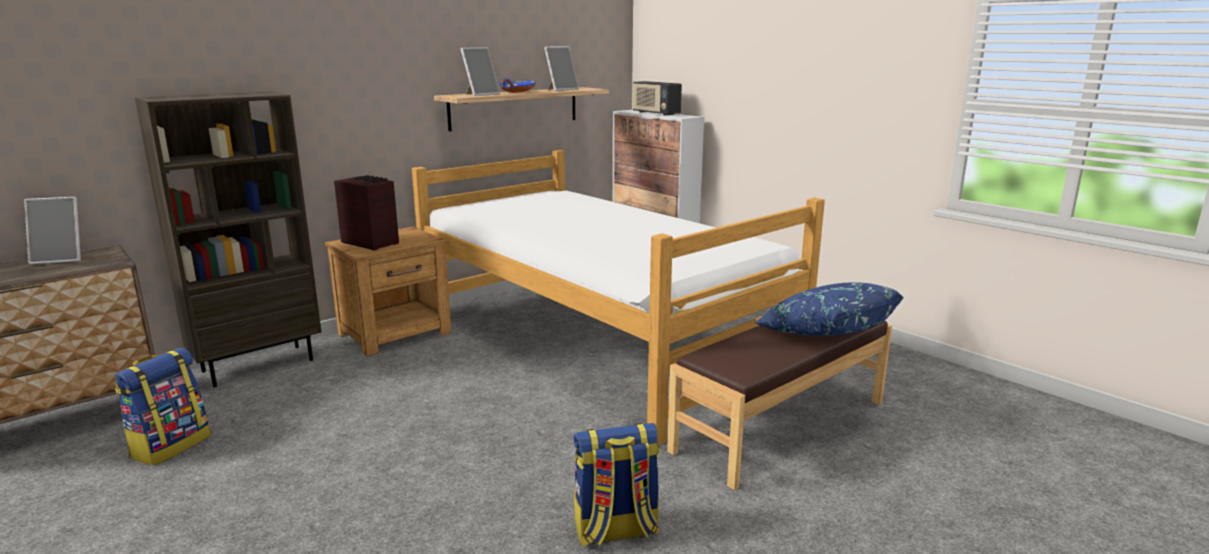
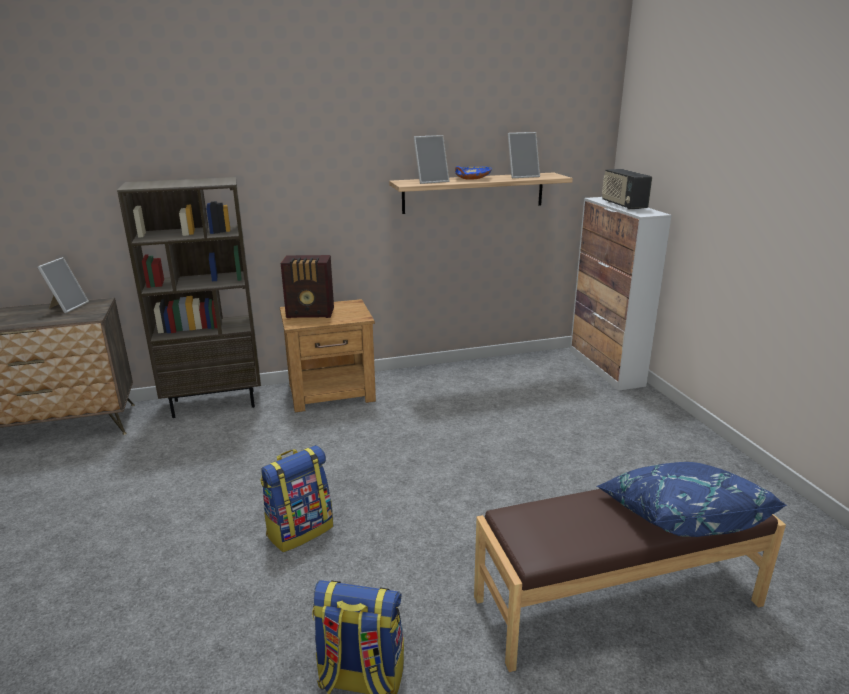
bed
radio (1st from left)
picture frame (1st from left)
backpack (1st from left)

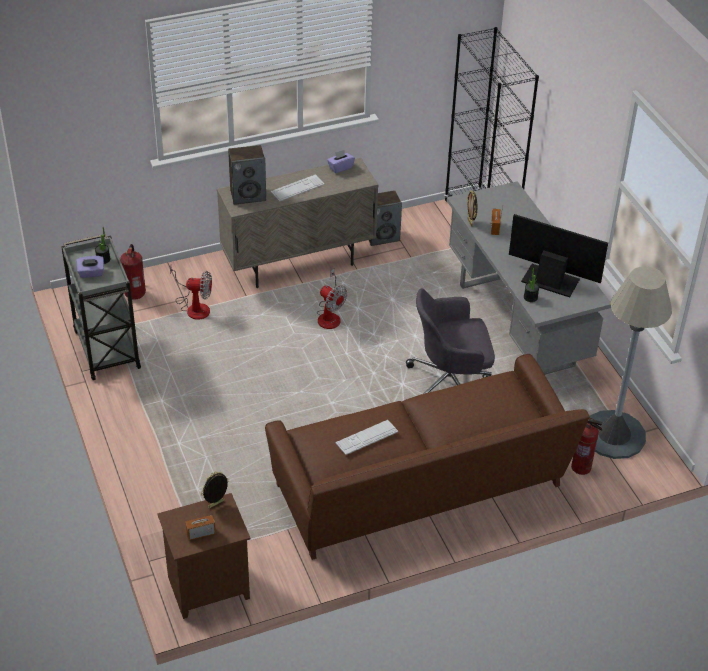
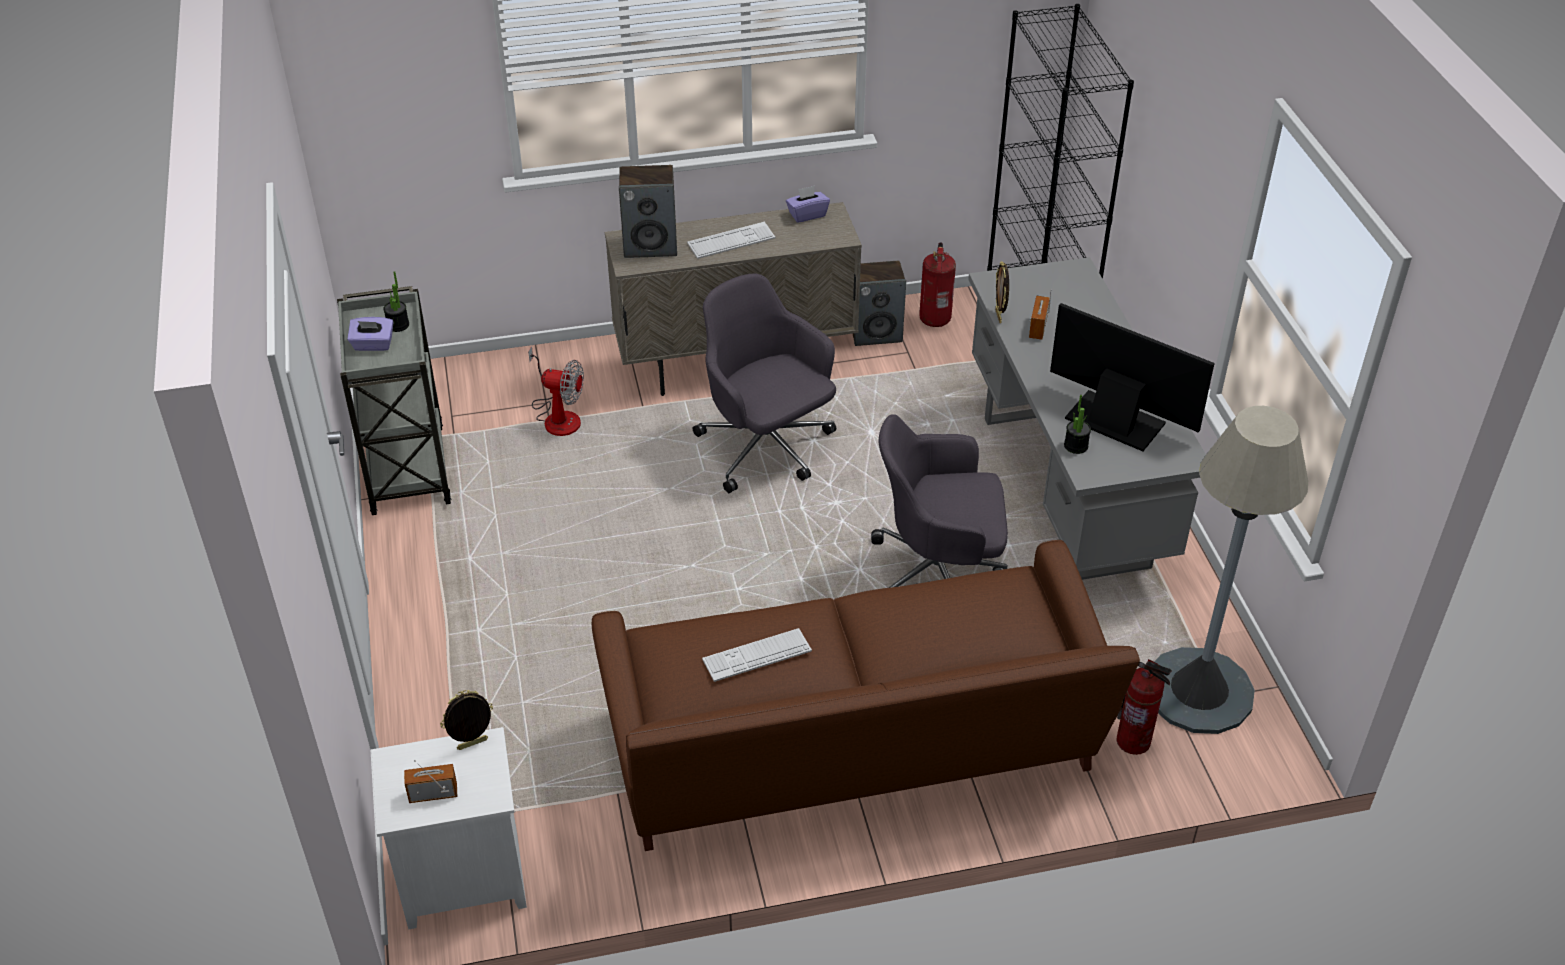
fire extinguisher (1st from left)
grey office chair (1st from left)
white nightstand

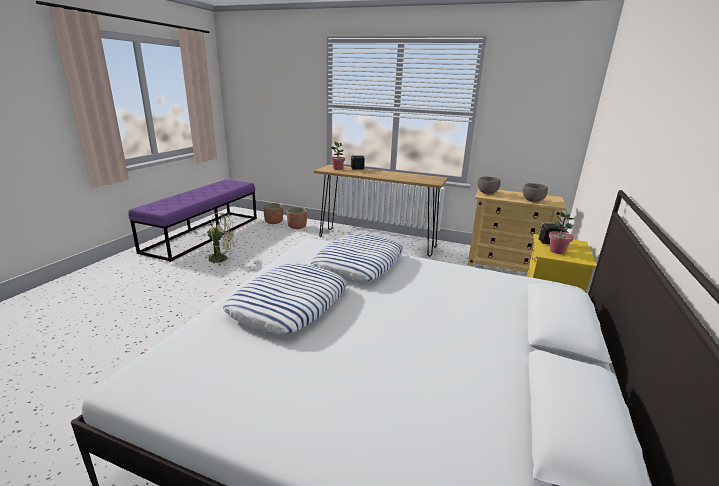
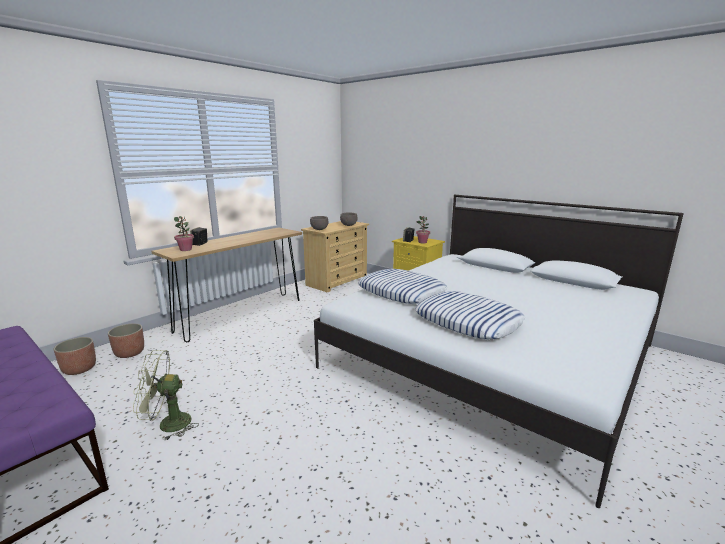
green fan

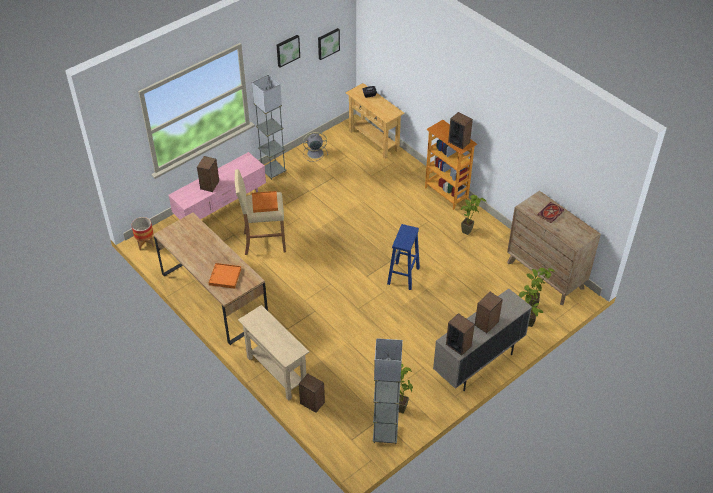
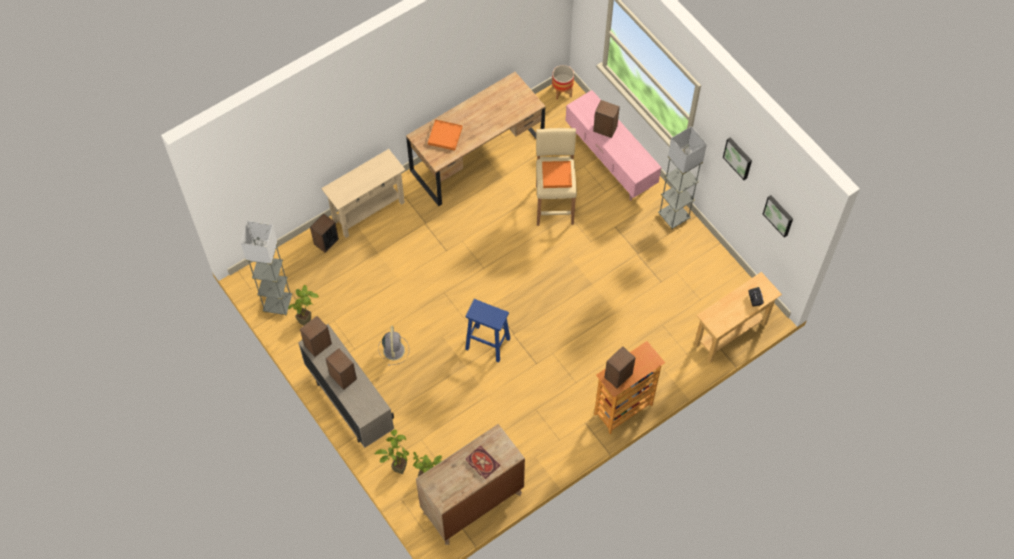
grey fan
potted plant (2nd from left in the first image)

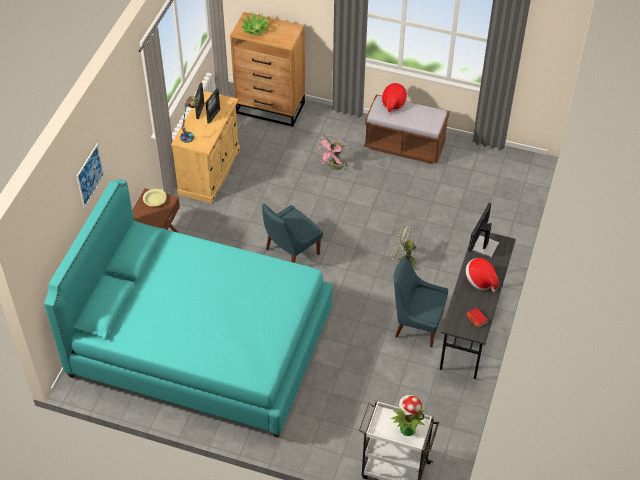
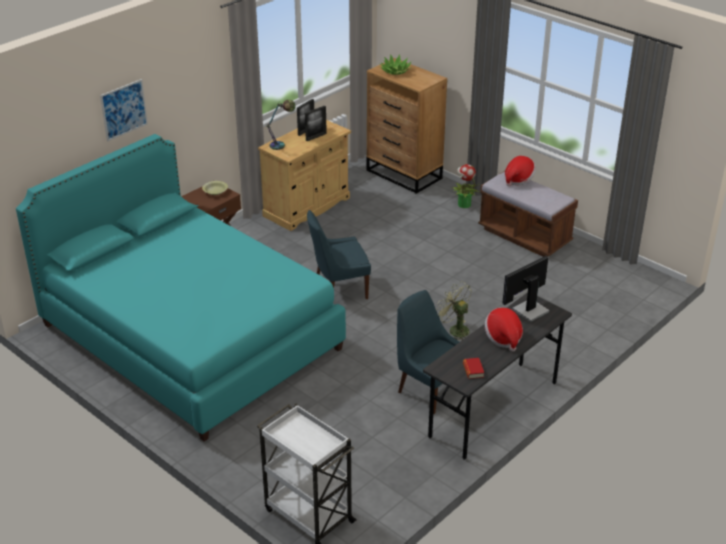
pink fan
potted plant (2nd from left)

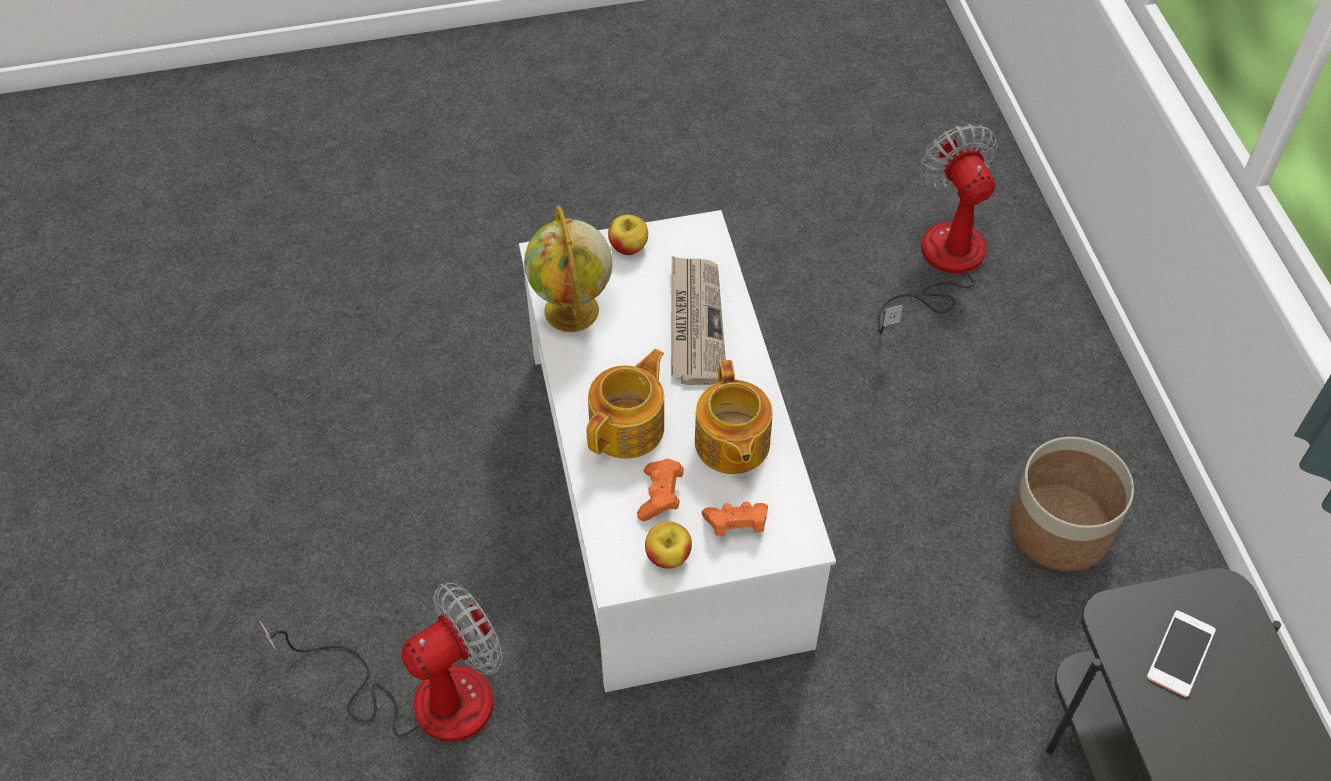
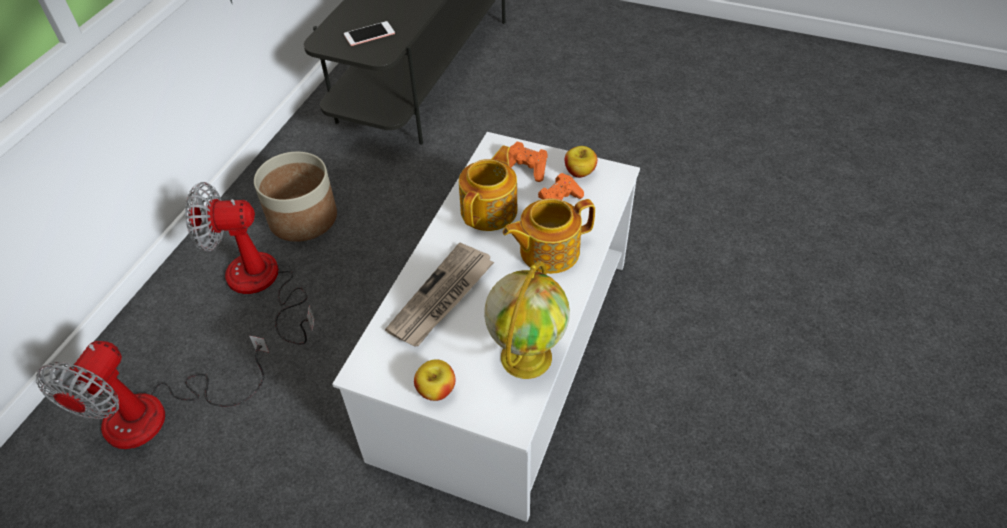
fan (2nd from left)

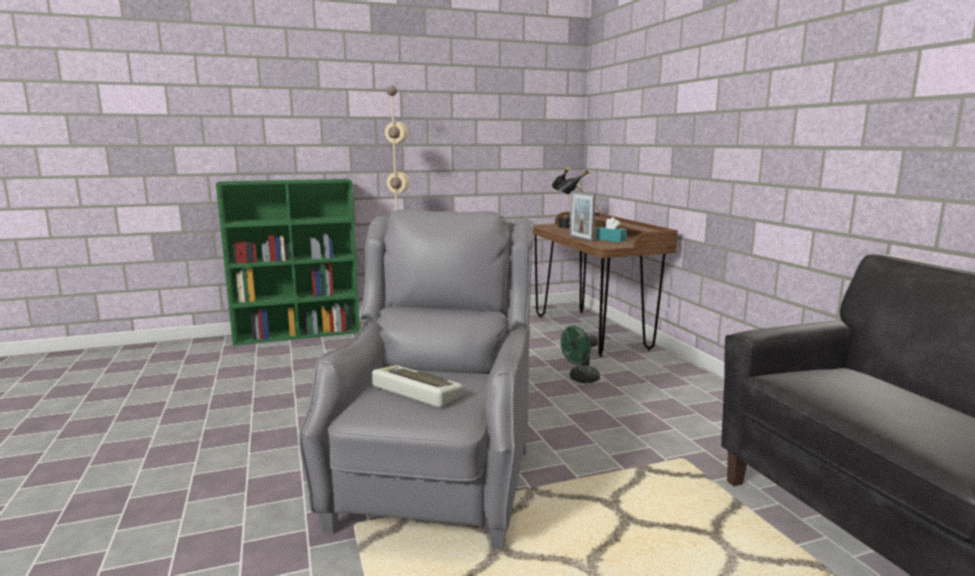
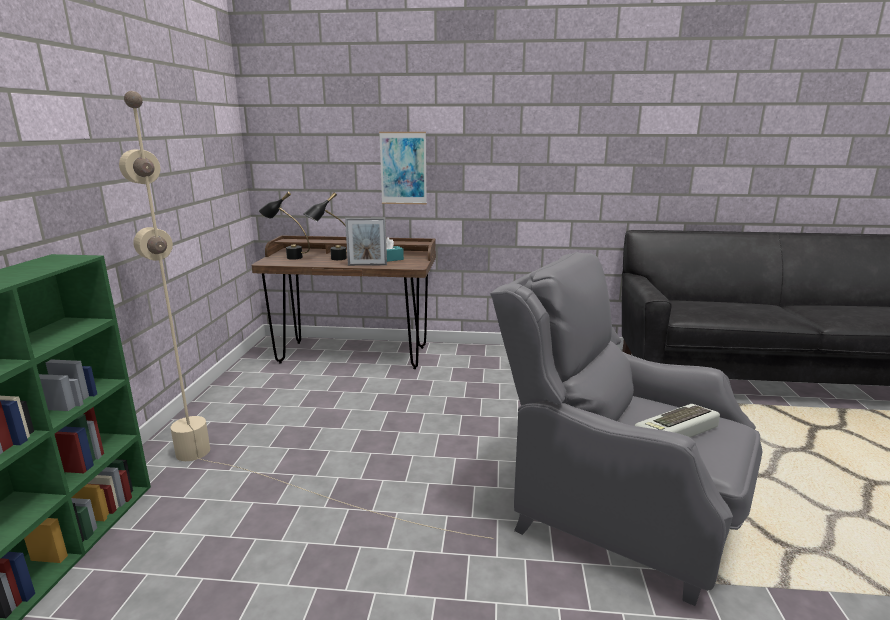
green fan
picture

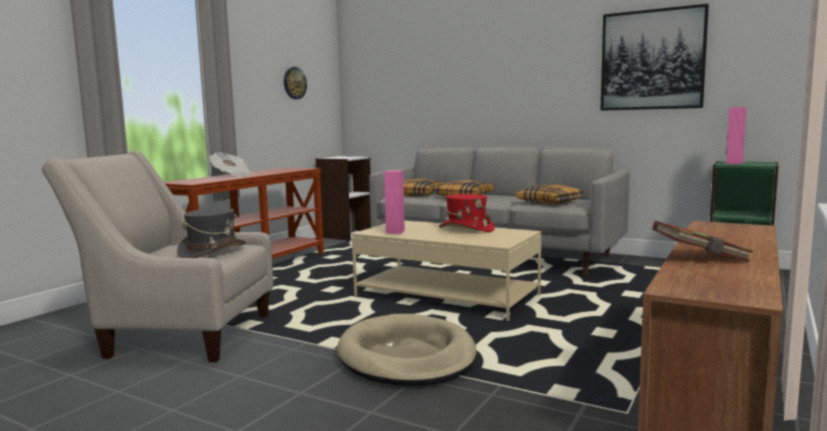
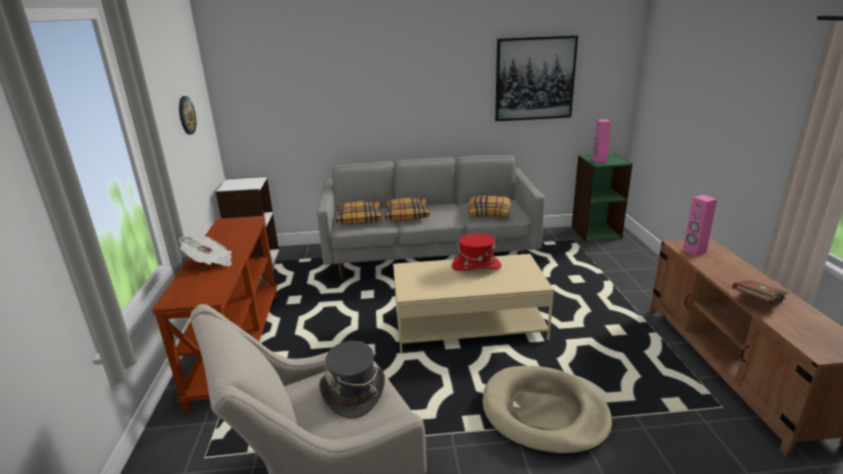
pink speaker (2nd from left)

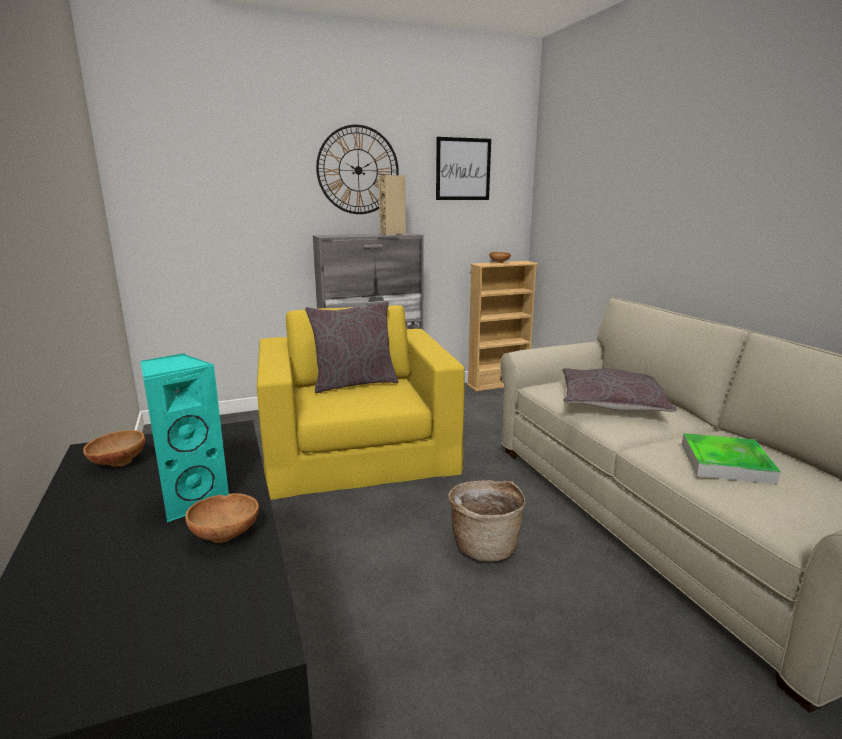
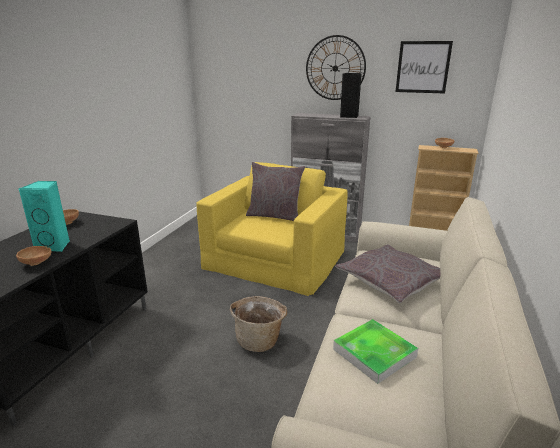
black speaker

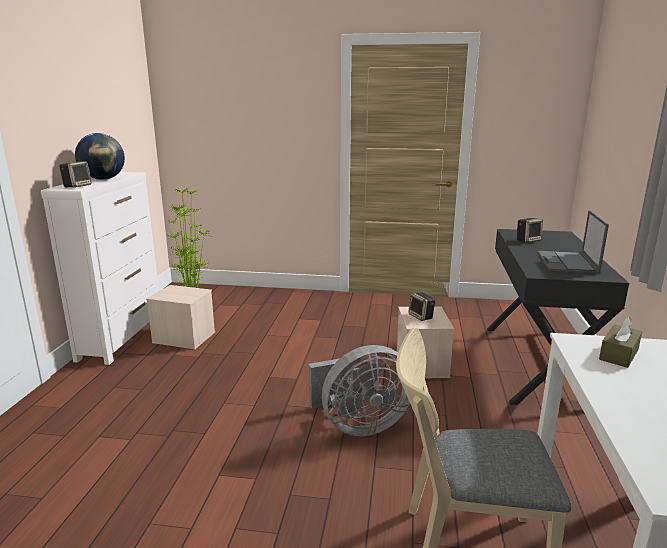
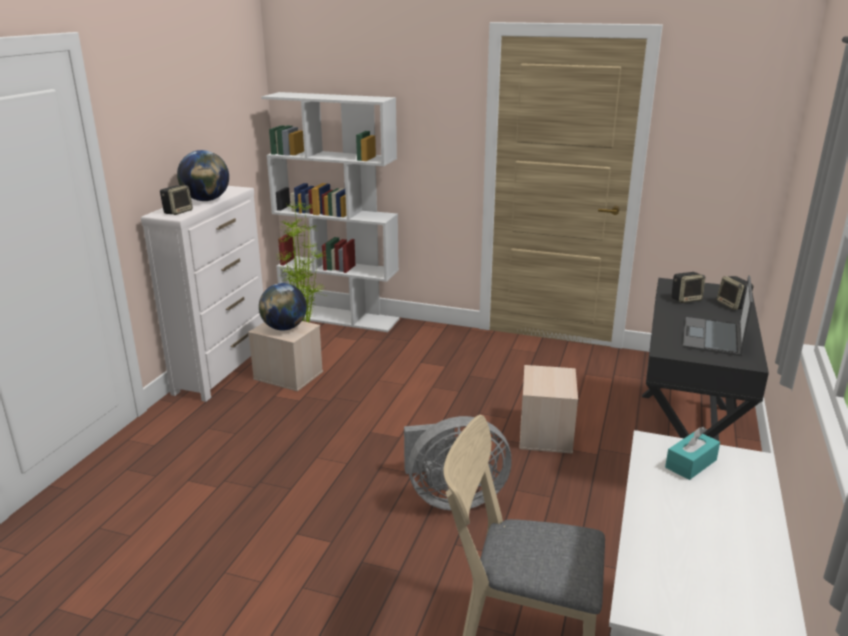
speaker (3rd from left)
turquoise tissue box
white bookcase
globe (2nd from left)

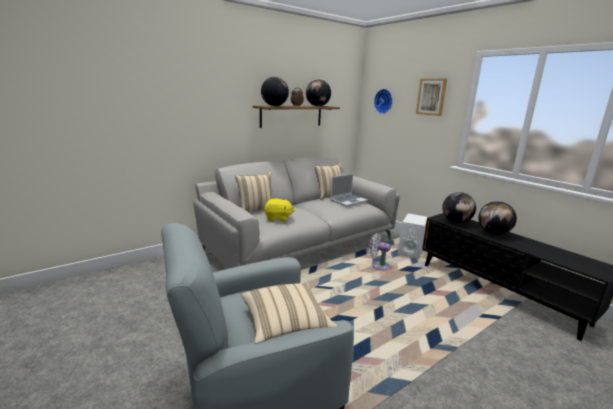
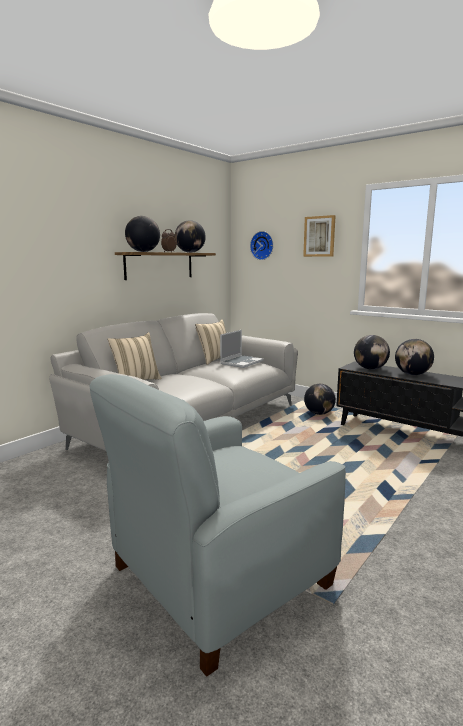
yellow plush toy
globe (3rd from left)
white fan
beige pillow (2nd from left in the first image)

